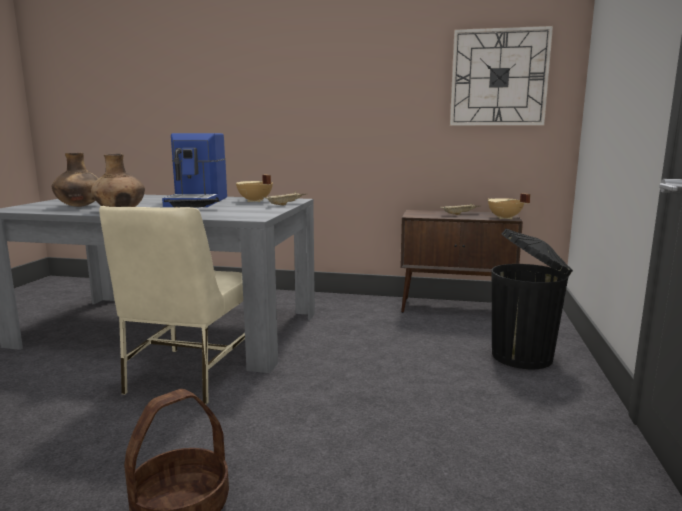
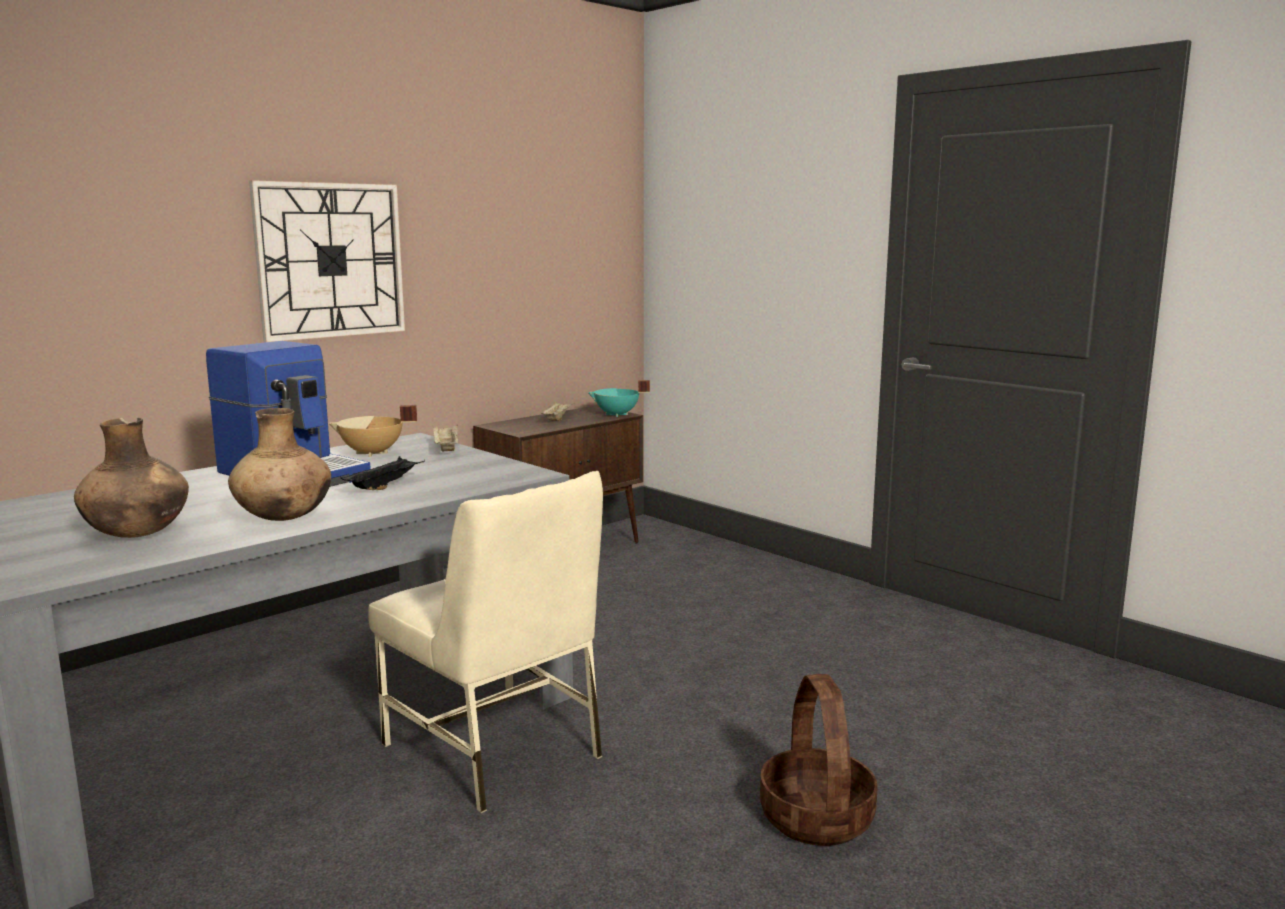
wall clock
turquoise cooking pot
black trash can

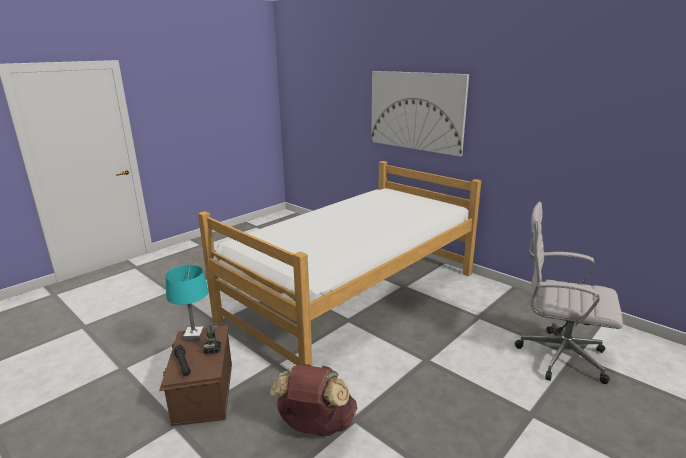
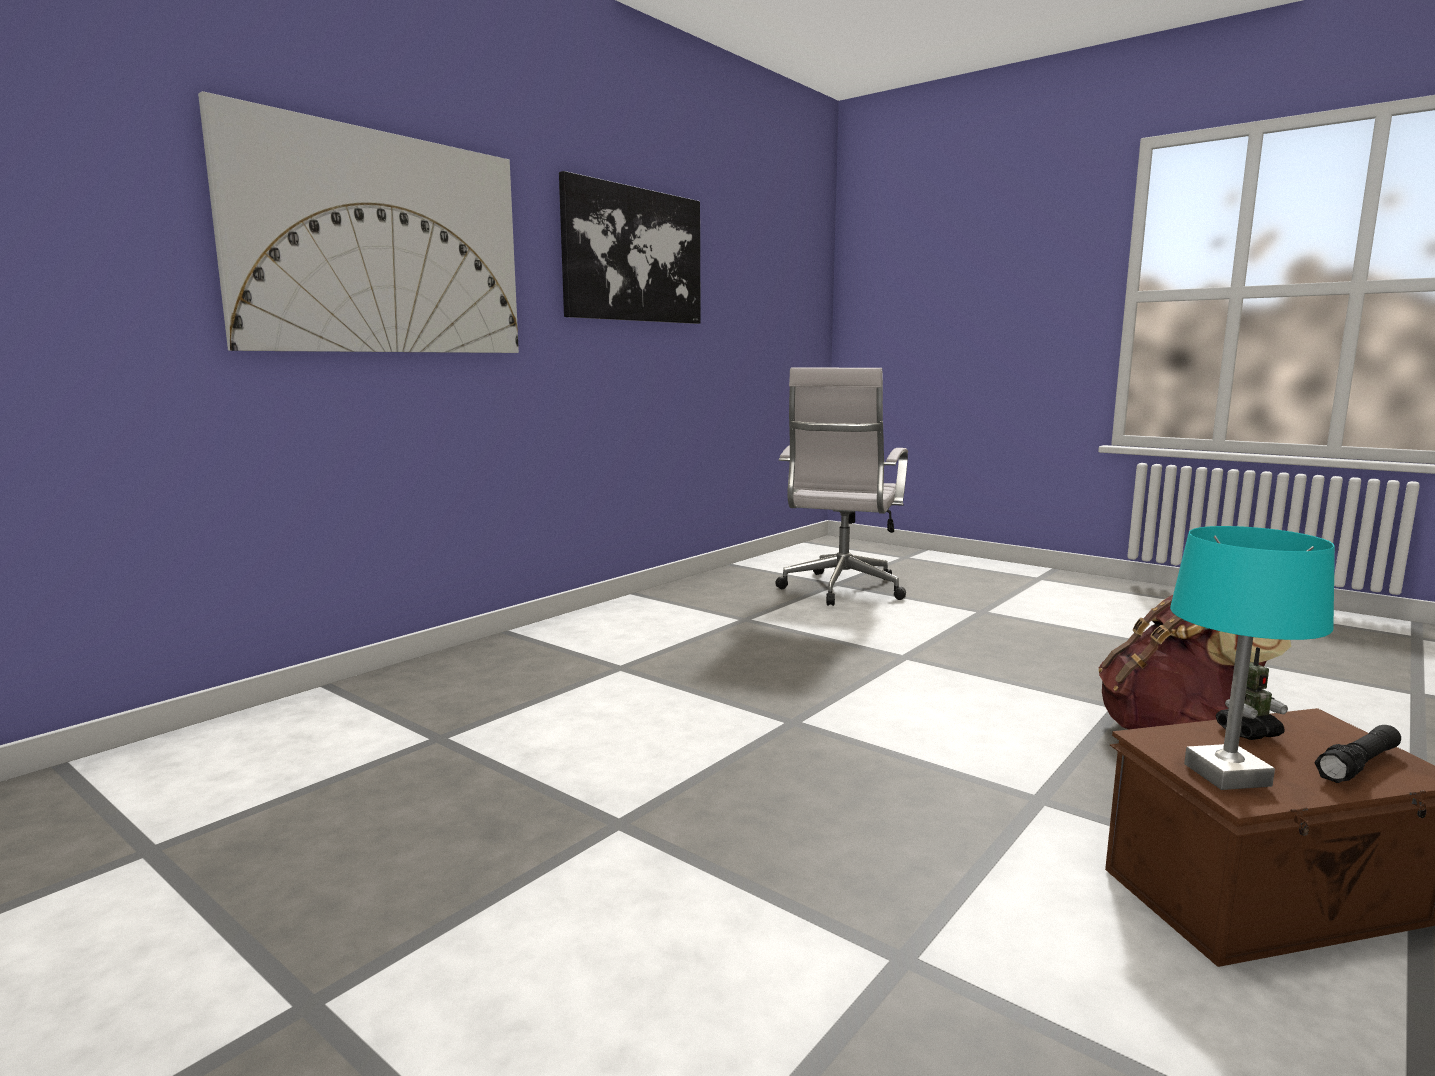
bed
picture (2nd from left)

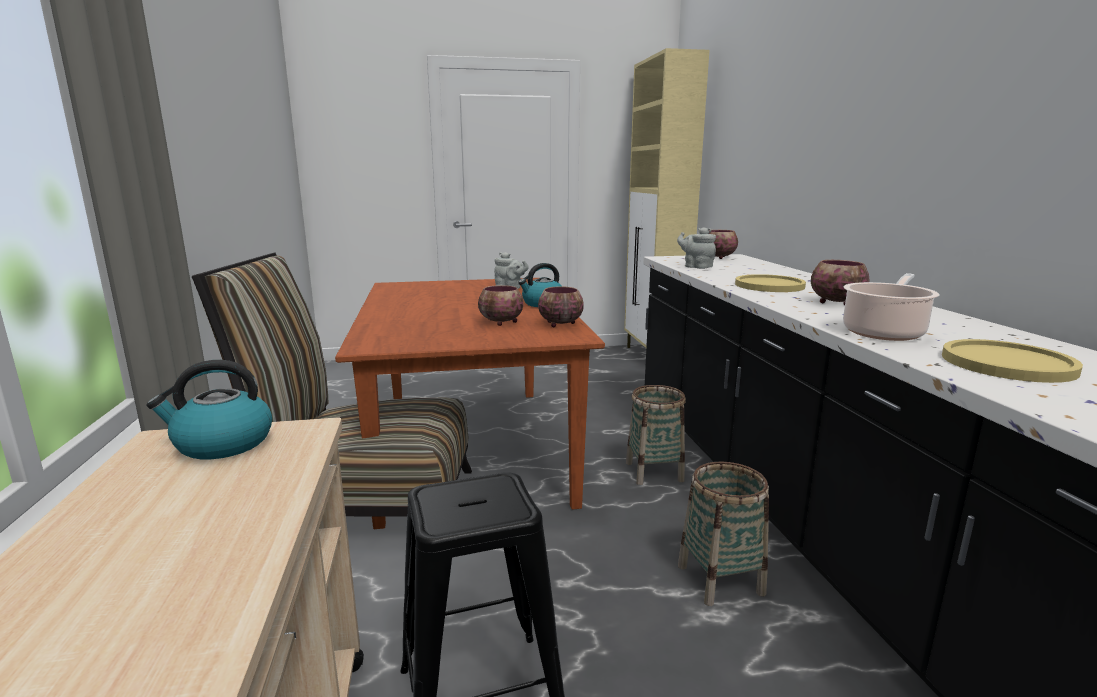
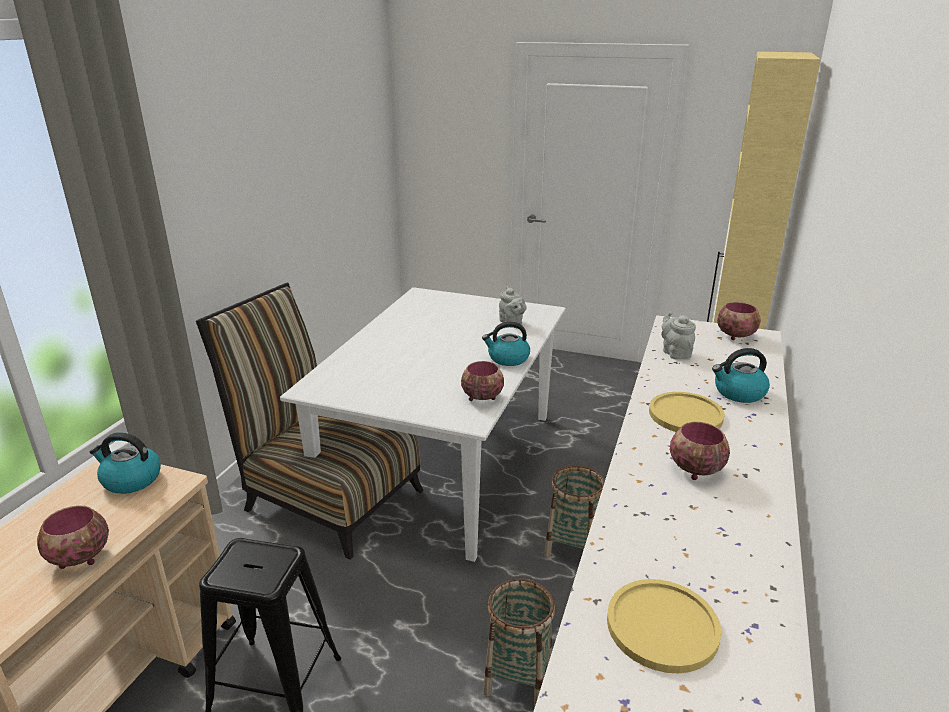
cooking pot
white dining table
bowl (1st from left)
kettle (3rd from left)

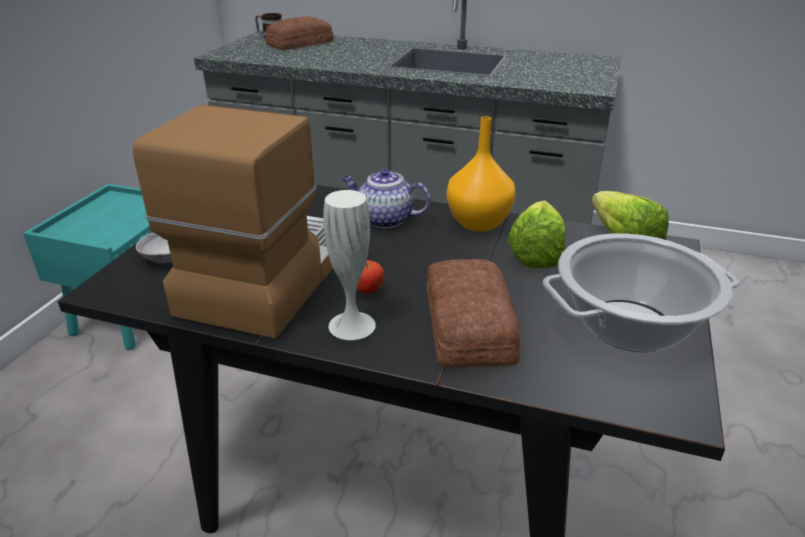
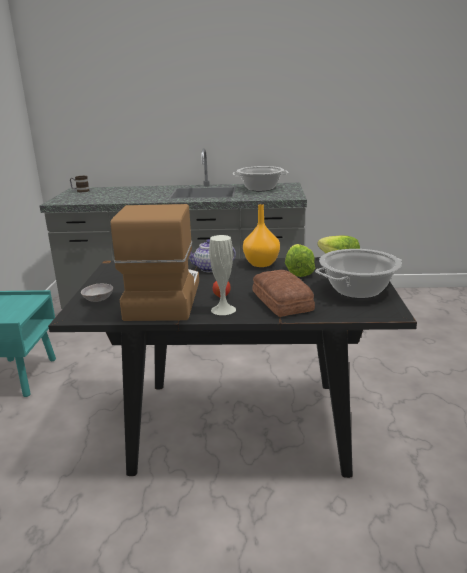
bread (1st from left in the first image)
cooking pot (1st from left)

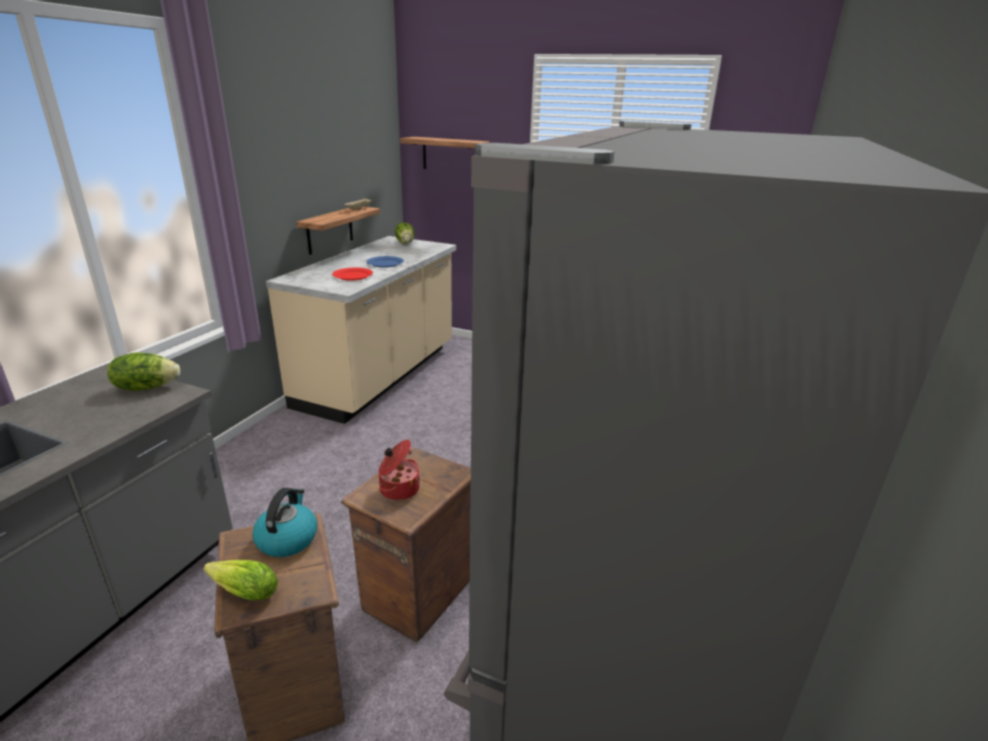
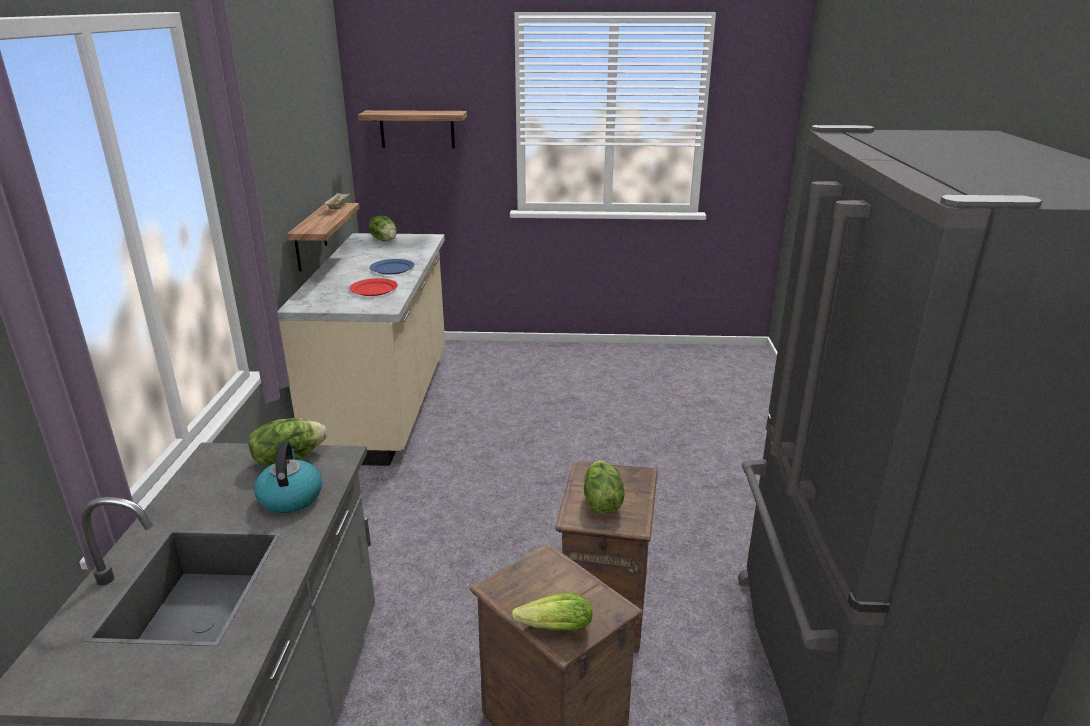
lettuce (4th from left)
kettle

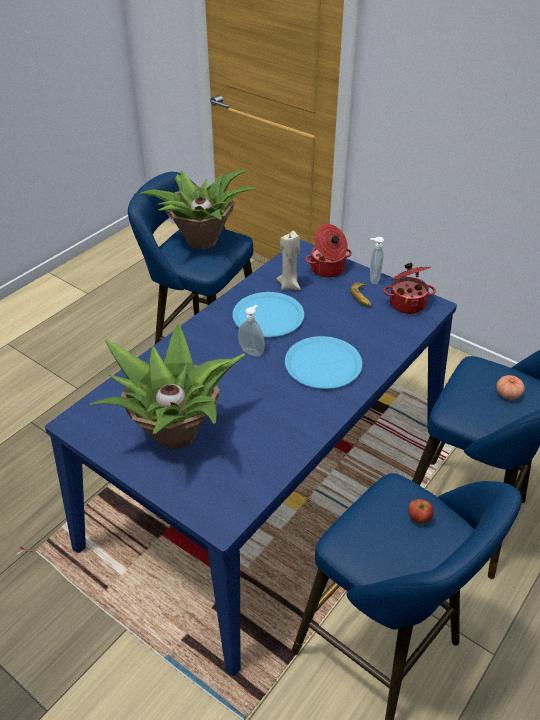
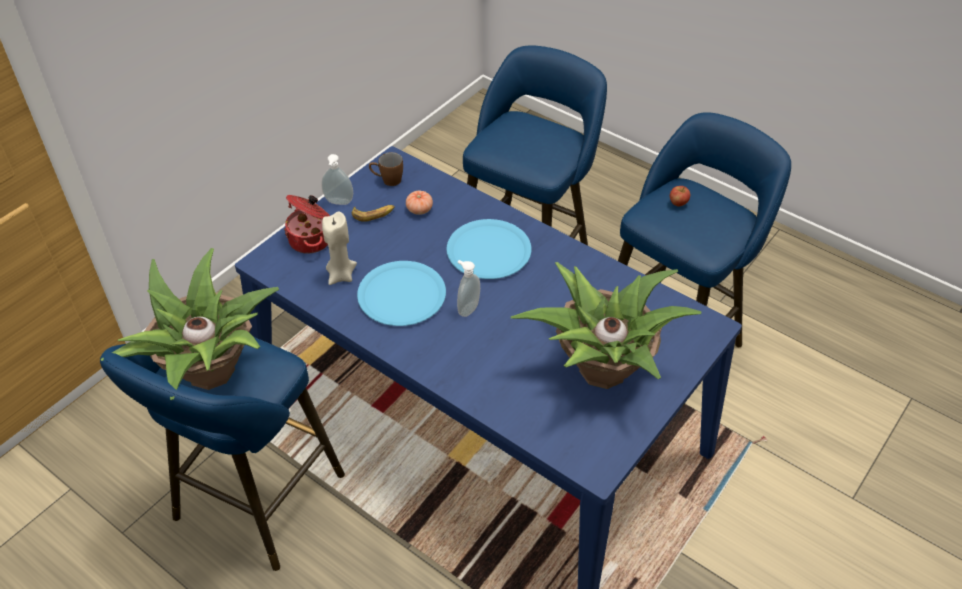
brown mug
tomato

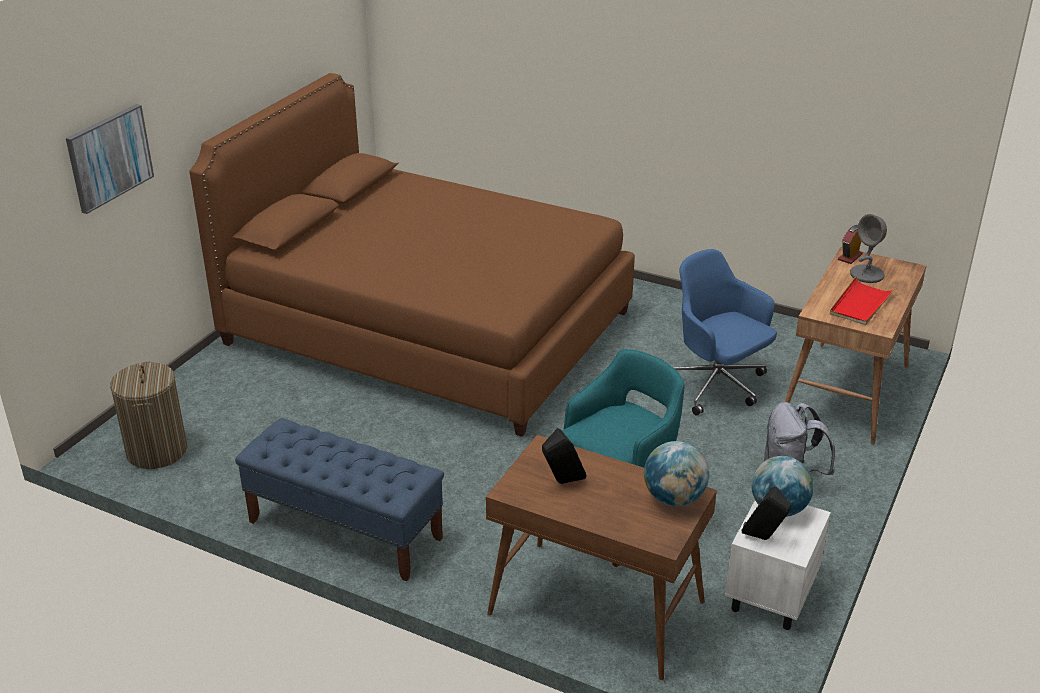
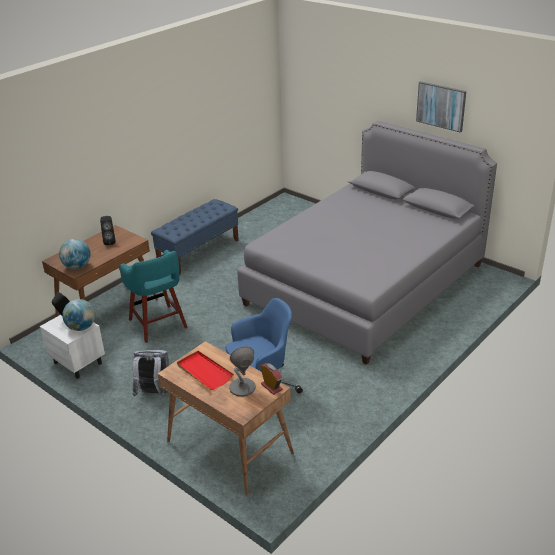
grey bed
picture
laundry basket

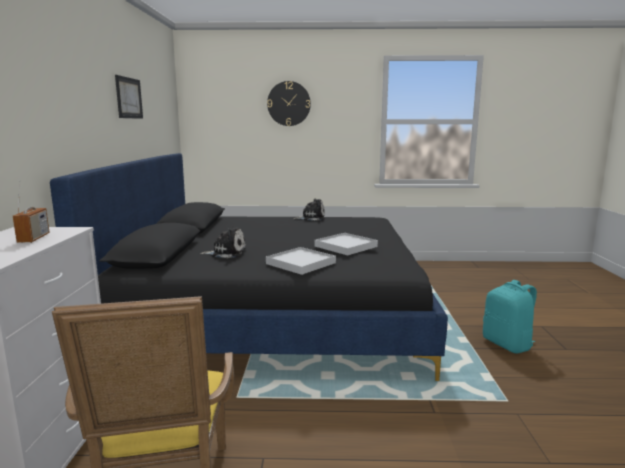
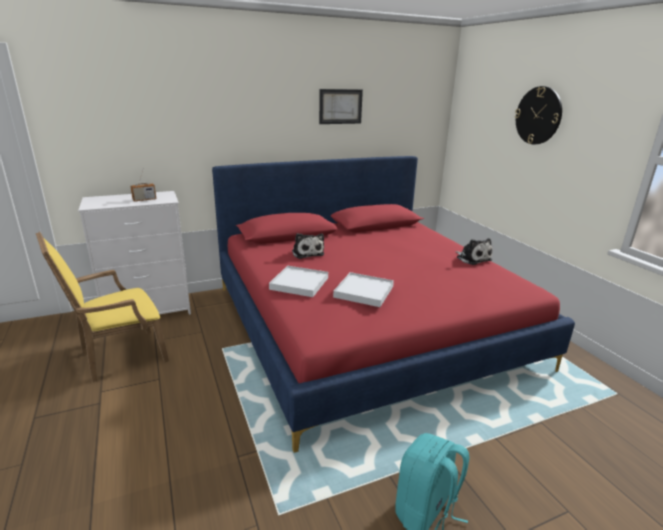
red bed

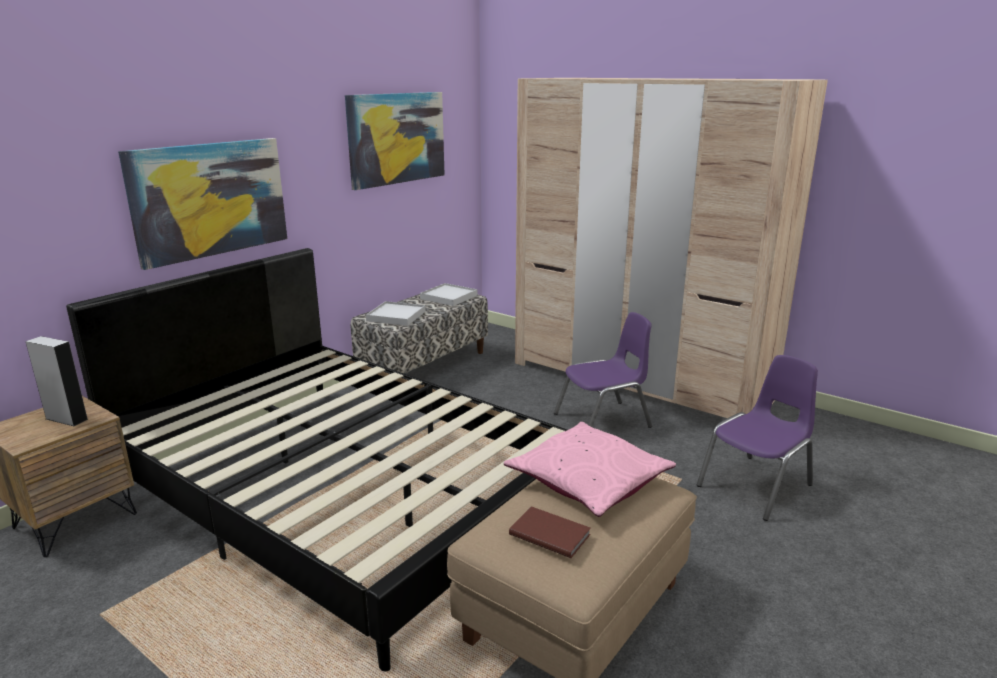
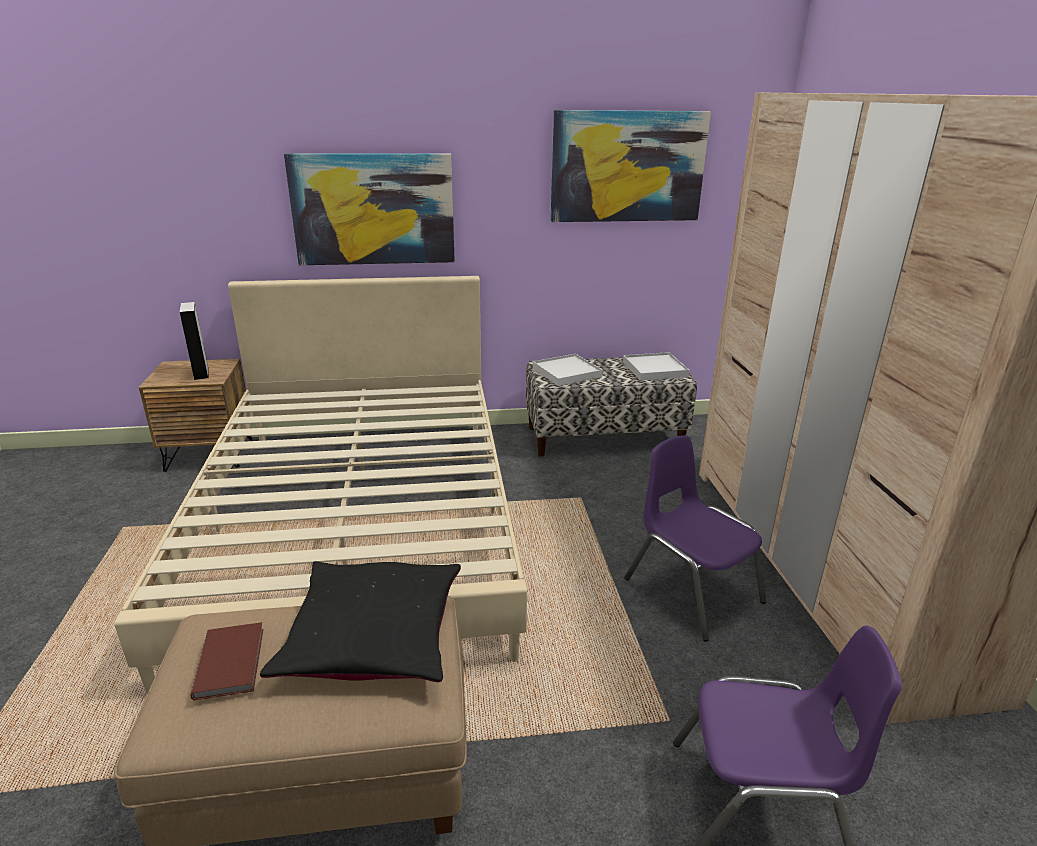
beige bed
purple chair (1st from left)
black pillow

